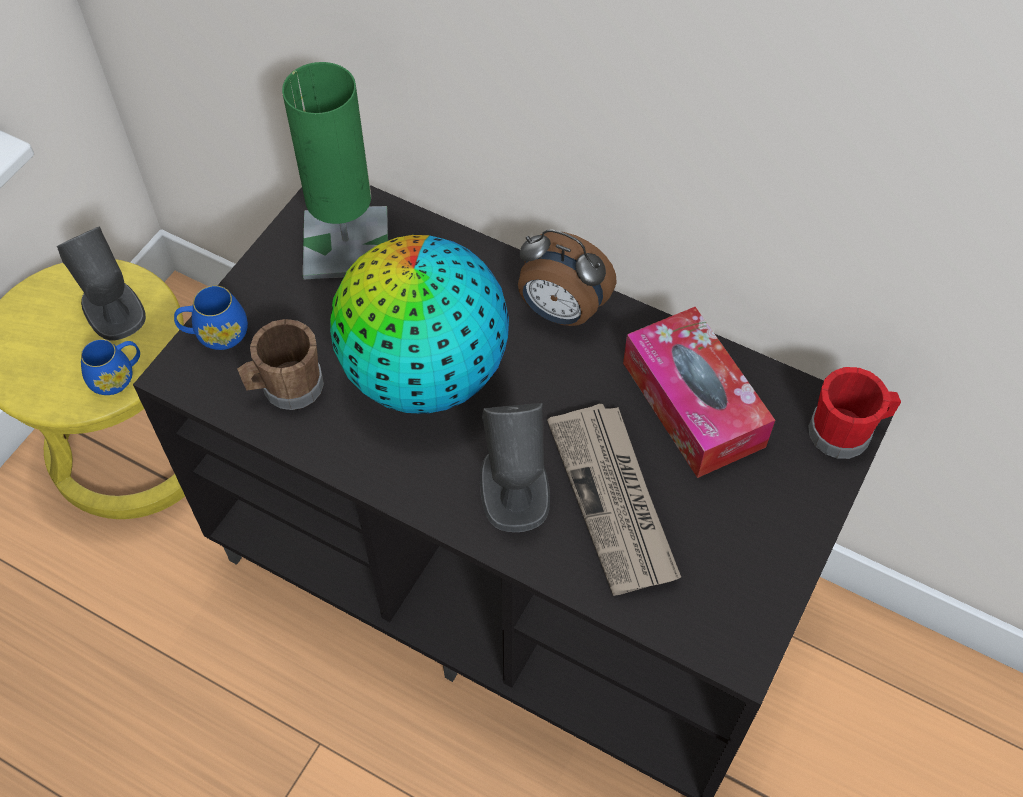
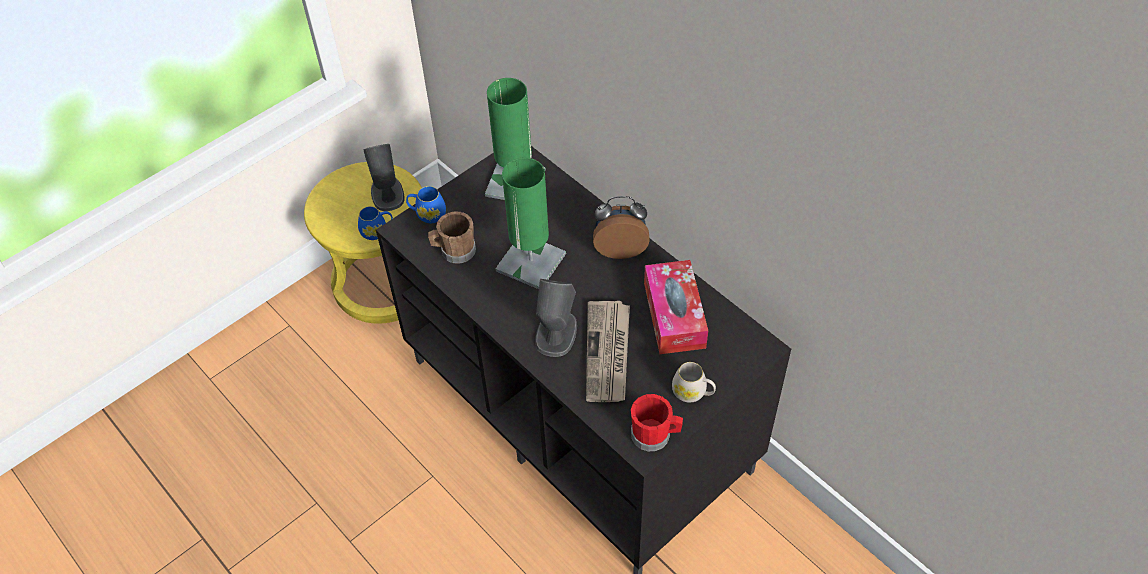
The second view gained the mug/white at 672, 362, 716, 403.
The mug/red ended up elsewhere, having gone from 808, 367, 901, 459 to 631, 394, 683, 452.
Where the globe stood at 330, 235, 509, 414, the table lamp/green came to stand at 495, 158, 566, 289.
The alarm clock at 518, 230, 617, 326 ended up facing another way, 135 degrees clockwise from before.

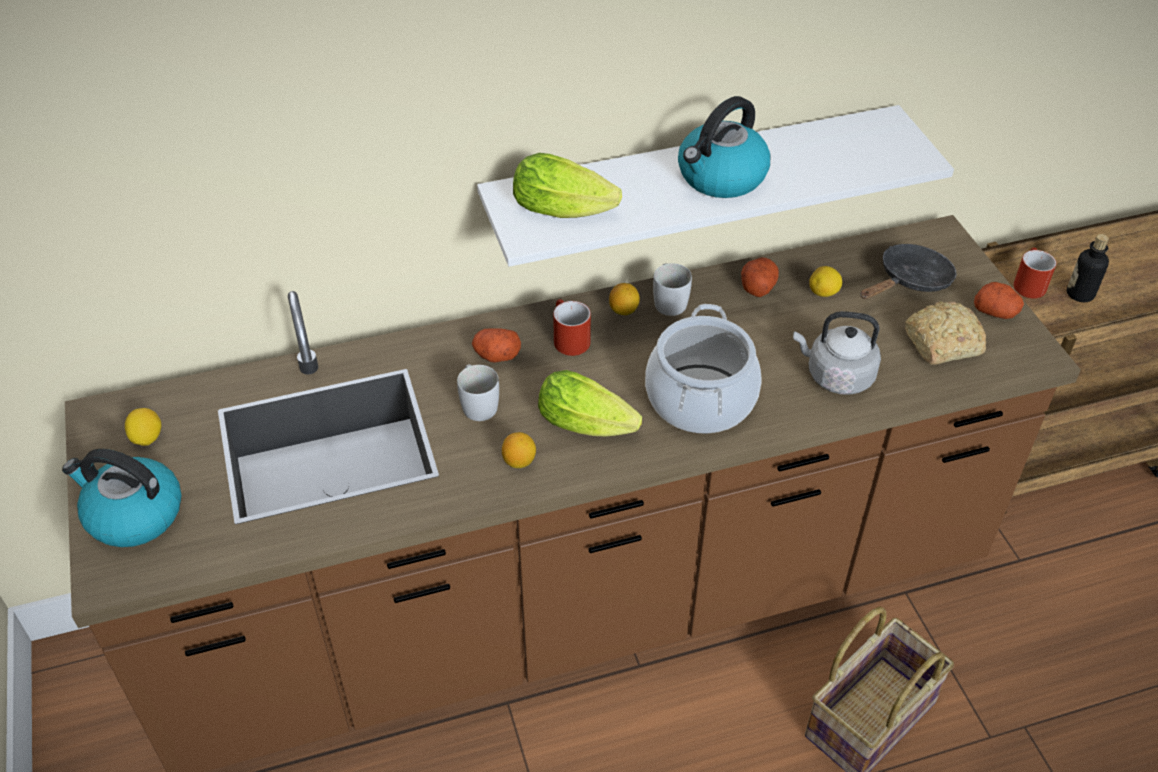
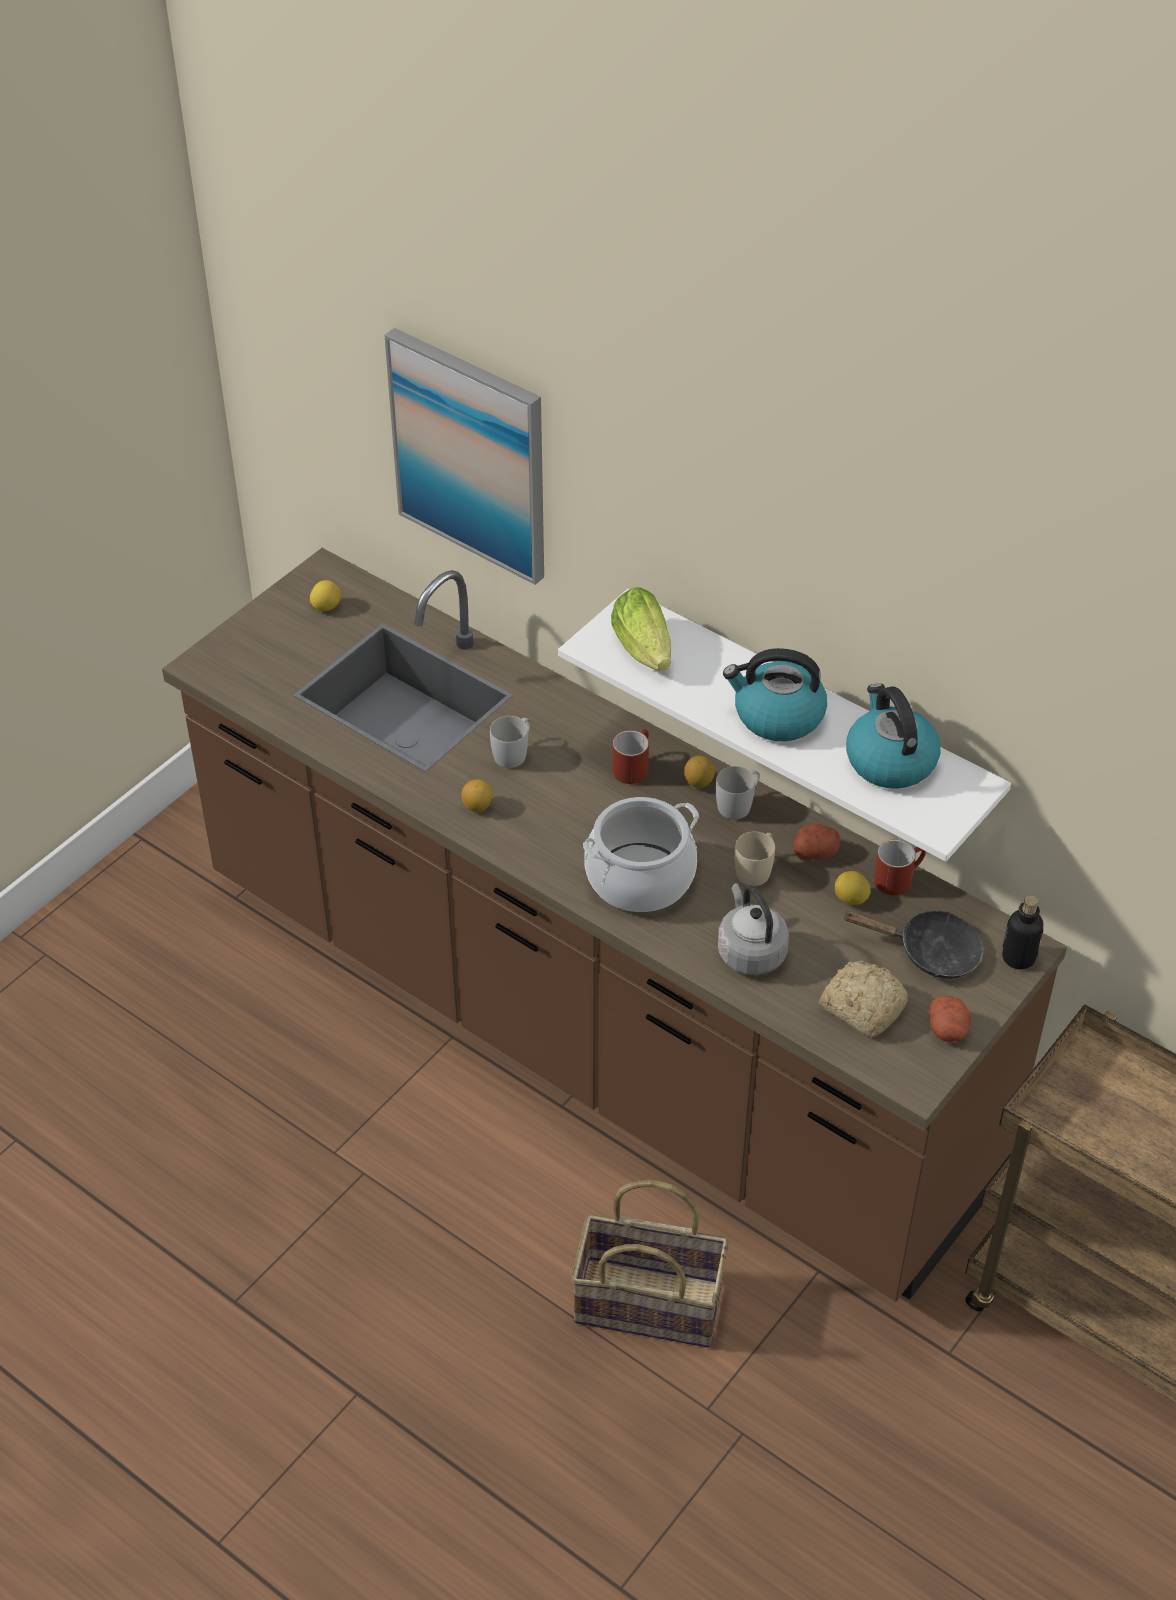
The second view lost the potato at 472, 329, 521, 362.
The second view lost the lettuce at 538, 370, 642, 437.
The second view gained the picture at 385, 328, 544, 585.
The second view gained the mug/beige at 735, 831, 775, 886.
The kettle ended up elsewhere, having gone from 62, 449, 181, 547 to 846, 683, 940, 789.
The mug/red ended up elsewhere, having gone from 1013, 248, 1056, 299 to 874, 839, 926, 895.
The bottle ended up elsewhere, having gone from 1067, 234, 1109, 302 to 1002, 896, 1043, 969.

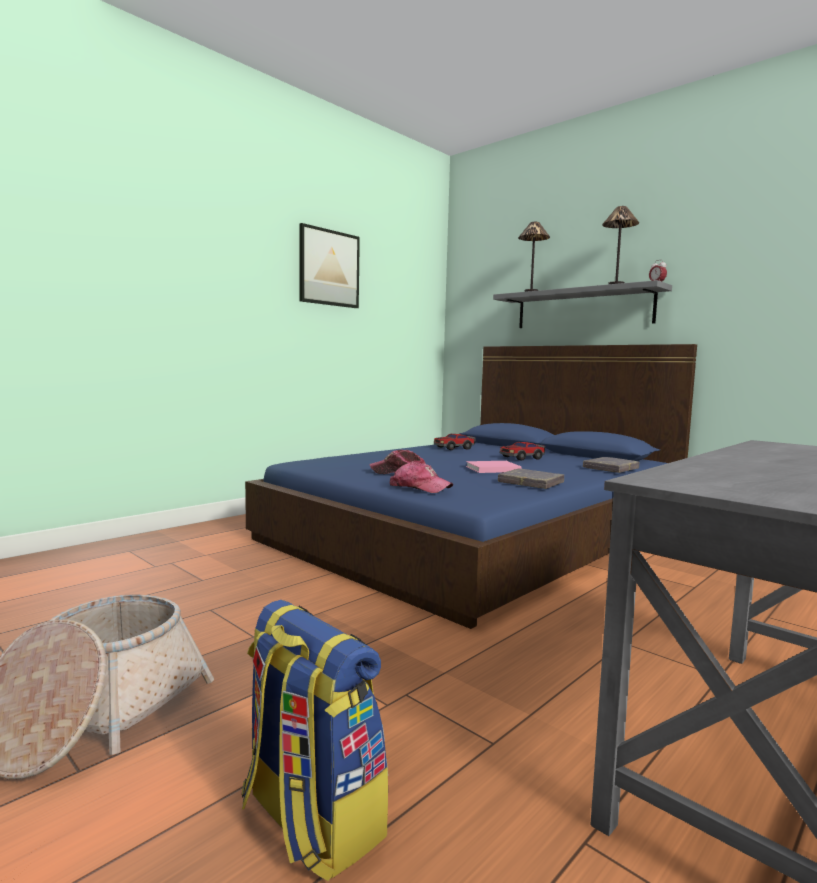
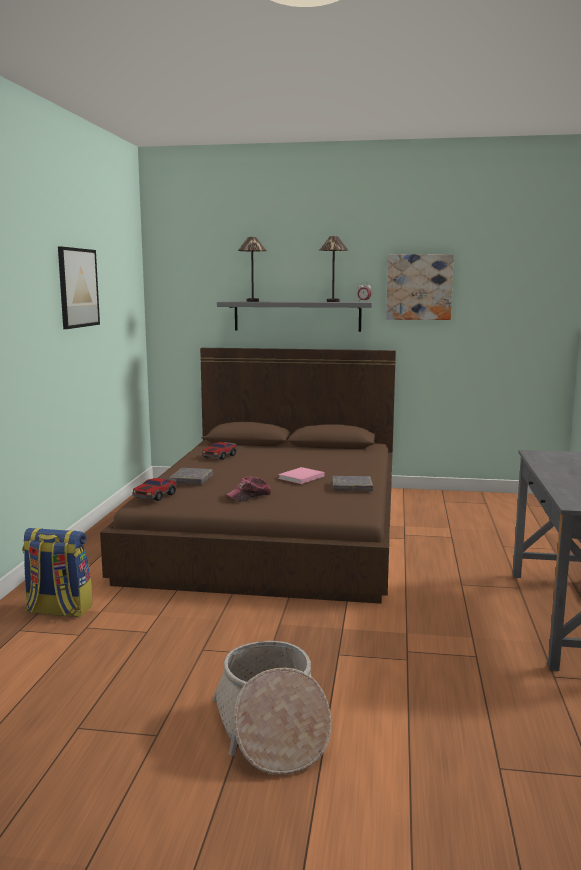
The second view lost the cap at 390, 461, 453, 493.
The second view gained the picture at 386, 254, 454, 320.
The backpack ended up elsewhere, having gone from 241, 600, 388, 881 to 22, 528, 92, 617.
The toy car ended up elsewhere, having gone from 500, 442, 545, 461 to 132, 477, 177, 501.
The book/grey ended up elsewhere, having gone from 583, 457, 640, 473 to 169, 468, 213, 485.
What was the bed/blue at 245, 344, 697, 629 turned into the bed/brown at 100, 348, 396, 604.

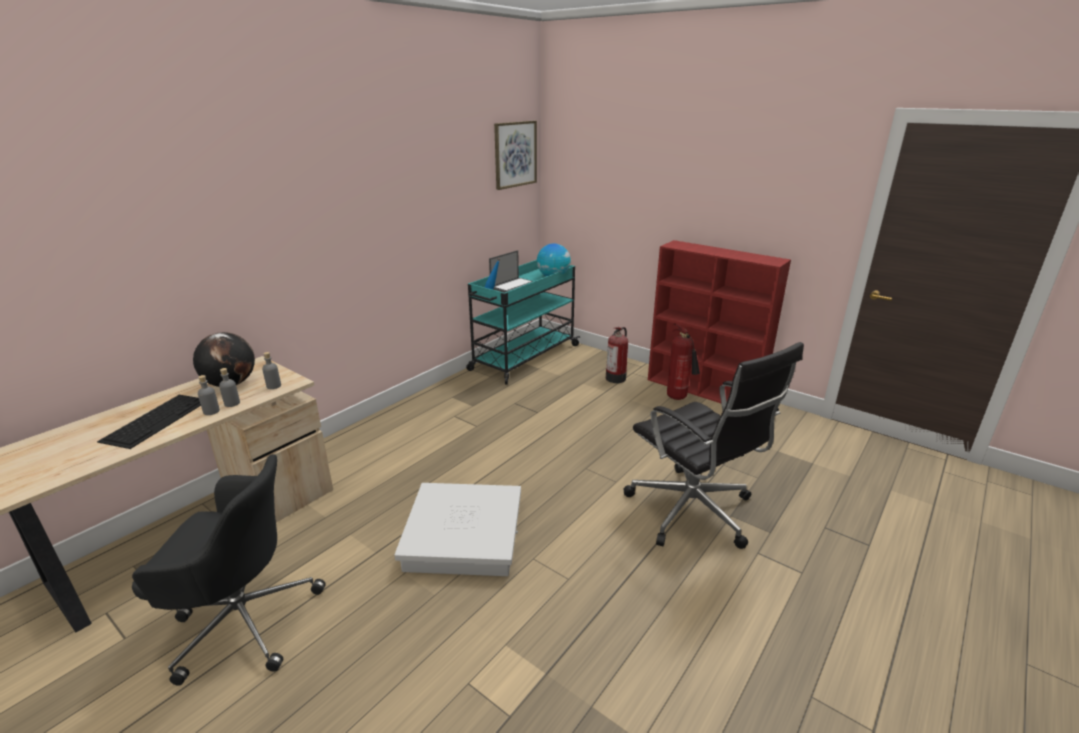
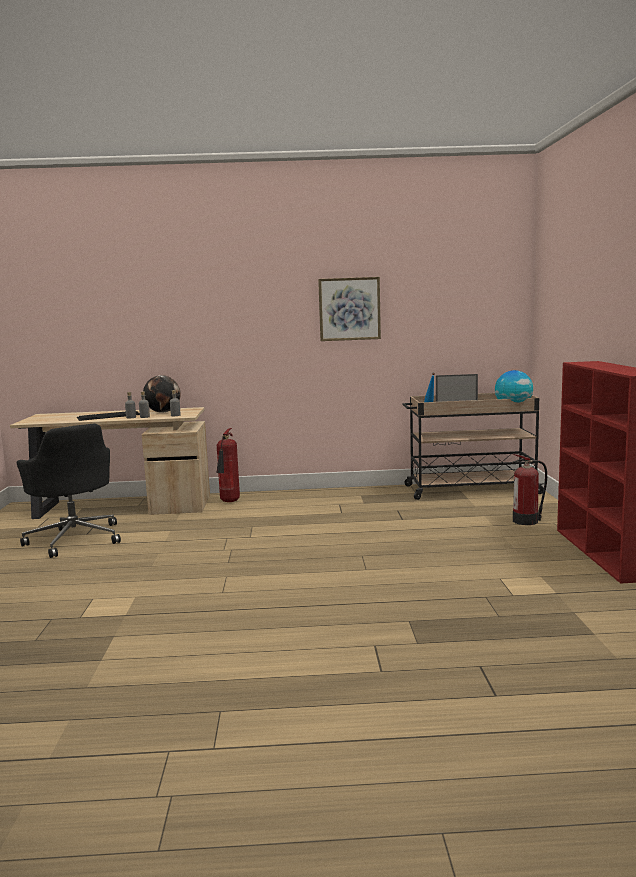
The second view lost the storage box/white at 394, 483, 521, 576.
The second view lost the office chair/black at 624, 342, 804, 549.
The picture ended up elsewhere, having gone from 494, 121, 537, 190 to 318, 277, 381, 341.
The fire extinguisher ended up elsewhere, having gone from 667, 323, 700, 400 to 216, 428, 240, 502.
What was the cart/turquoise at 466, 260, 580, 385 turned into the cart/beige at 403, 393, 545, 500.

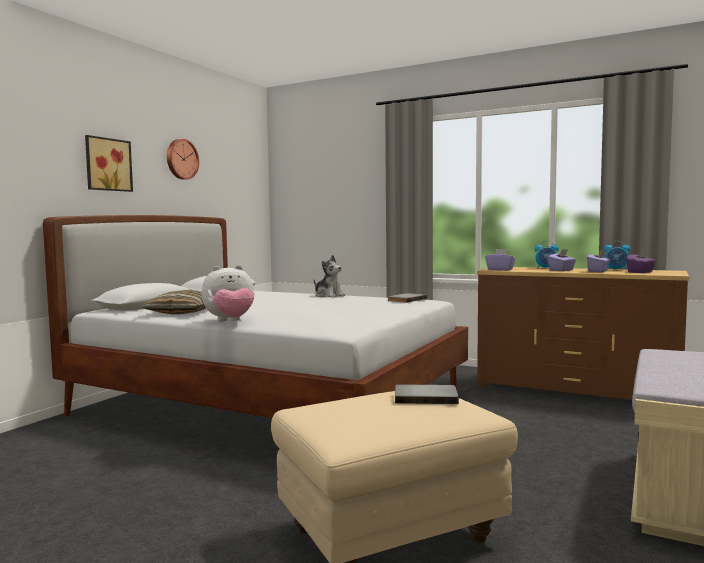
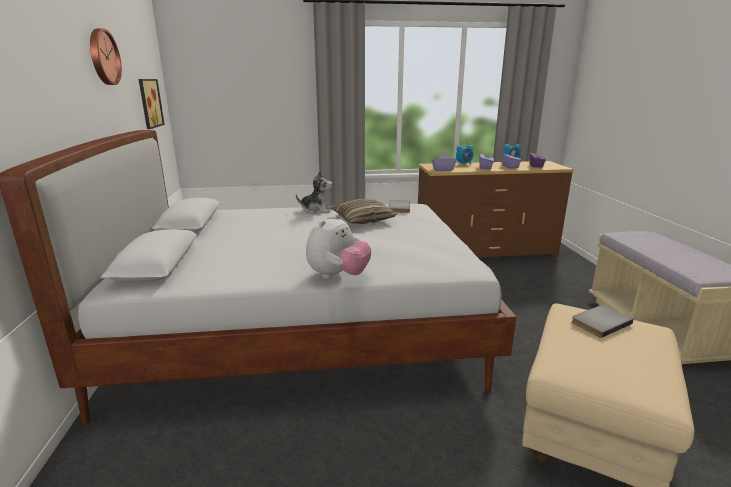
The picture ended up elsewhere, having gone from 85, 135, 133, 192 to 139, 79, 165, 129.
The pillow ended up elsewhere, having gone from 141, 290, 206, 315 to 331, 199, 397, 224.

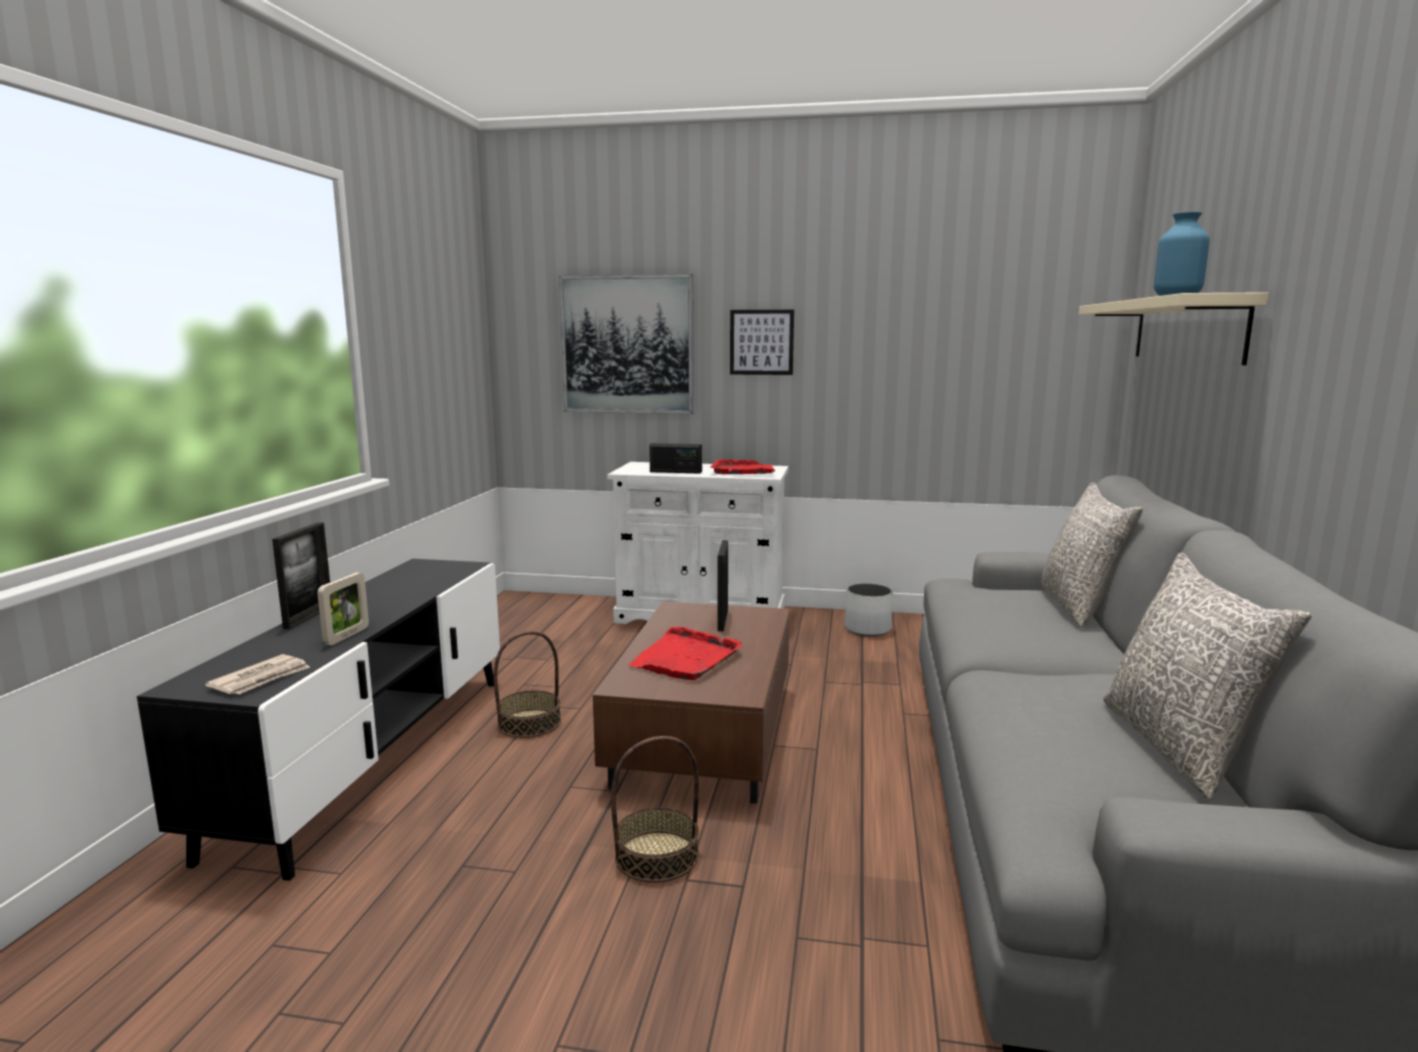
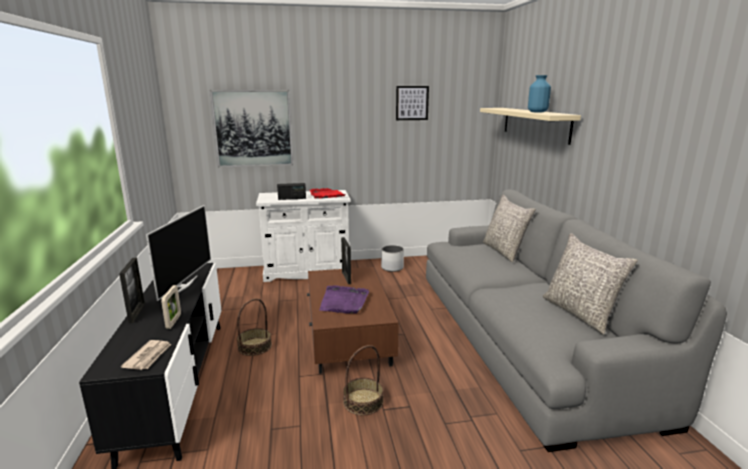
The second view gained the television at 146, 205, 211, 301.
The picture ended up elsewhere, having gone from 730, 310, 794, 375 to 396, 86, 429, 120.
What was the tray/red at 628, 627, 742, 680 turned into the tray/purple at 319, 285, 369, 314.

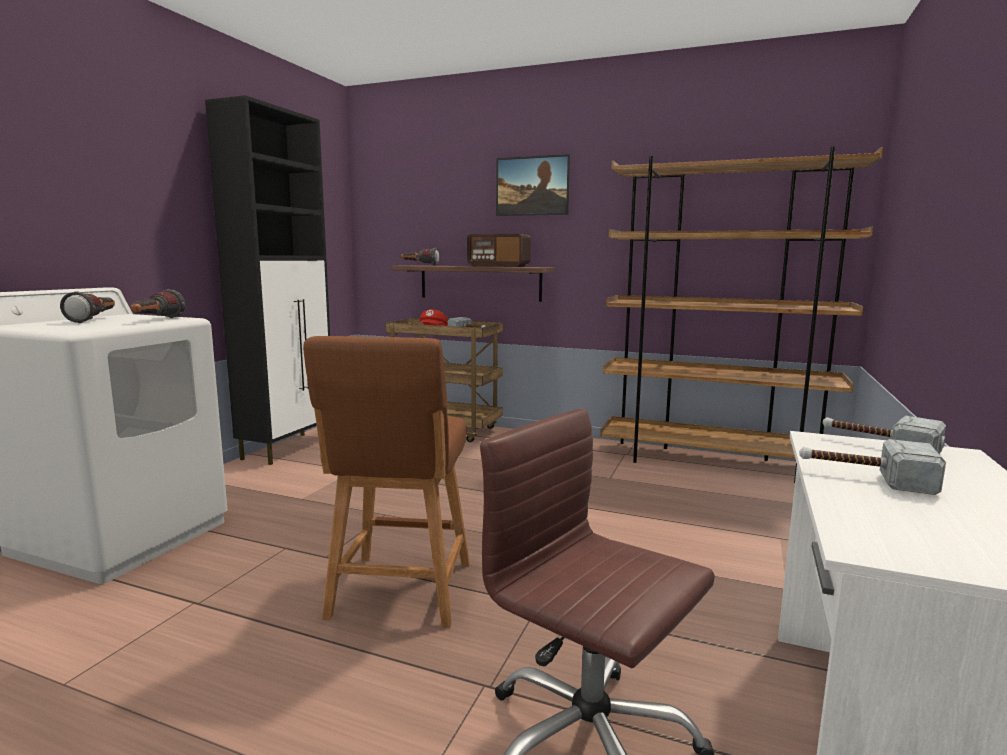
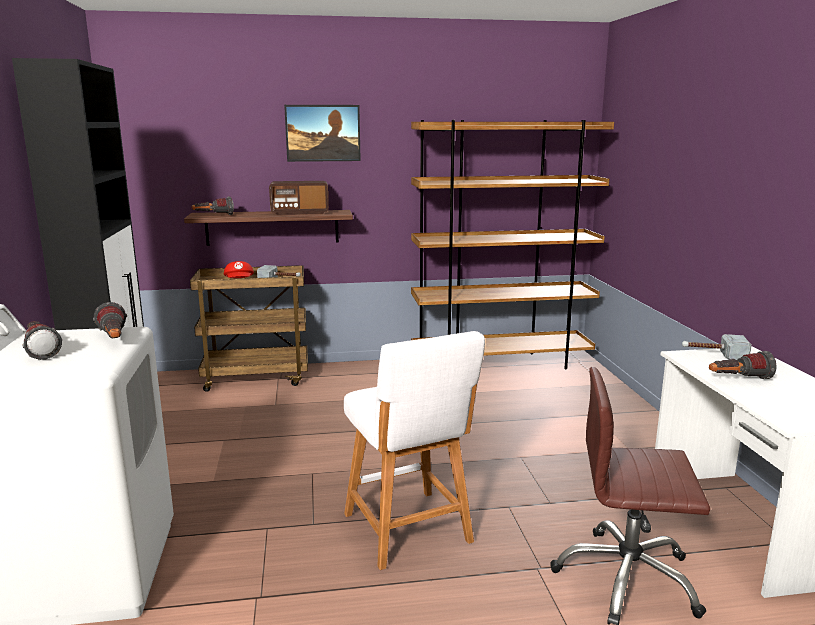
Where the hammer stood at 799, 439, 946, 495, the flashlight came to stand at 709, 351, 777, 379.
What was the stool/brown at 303, 336, 470, 628 turned into the stool/white at 344, 331, 485, 570.

